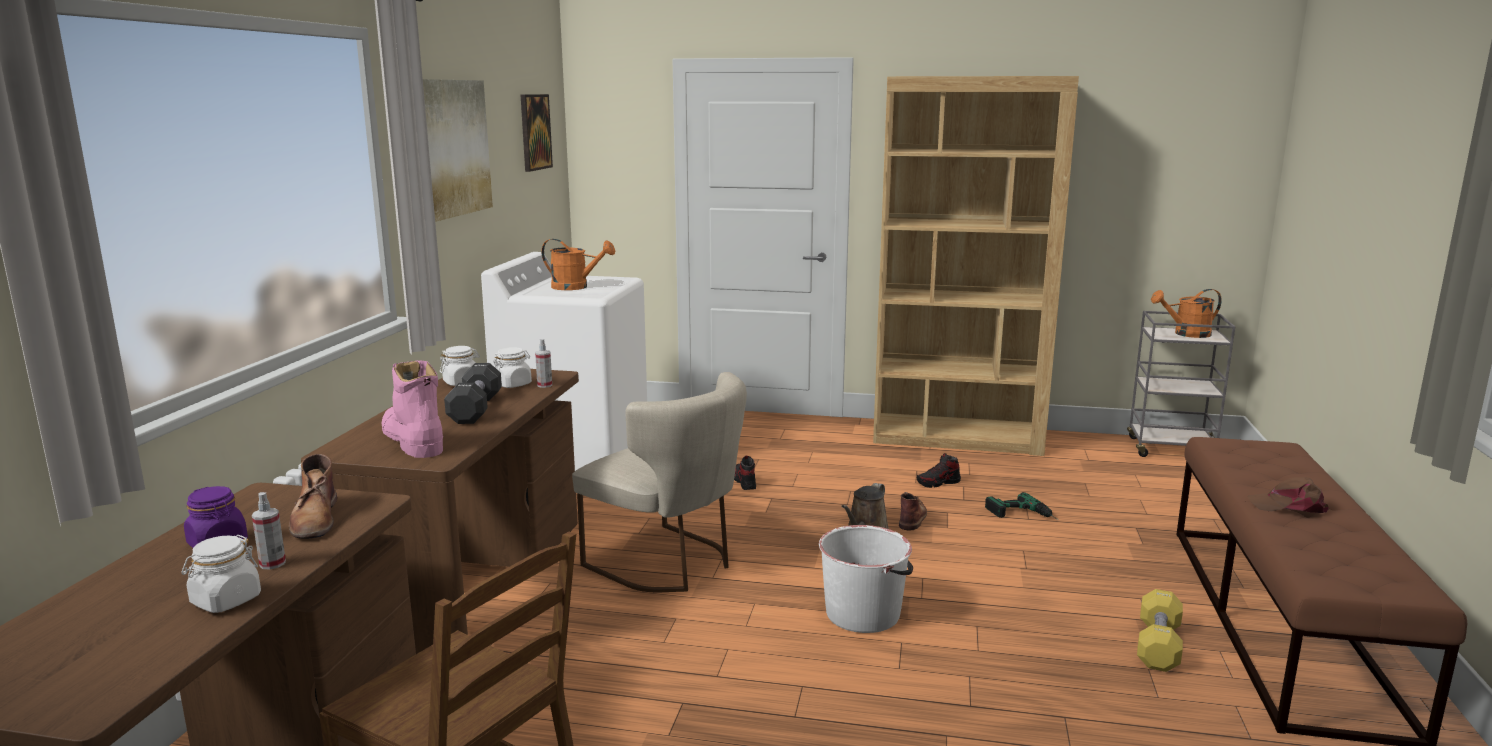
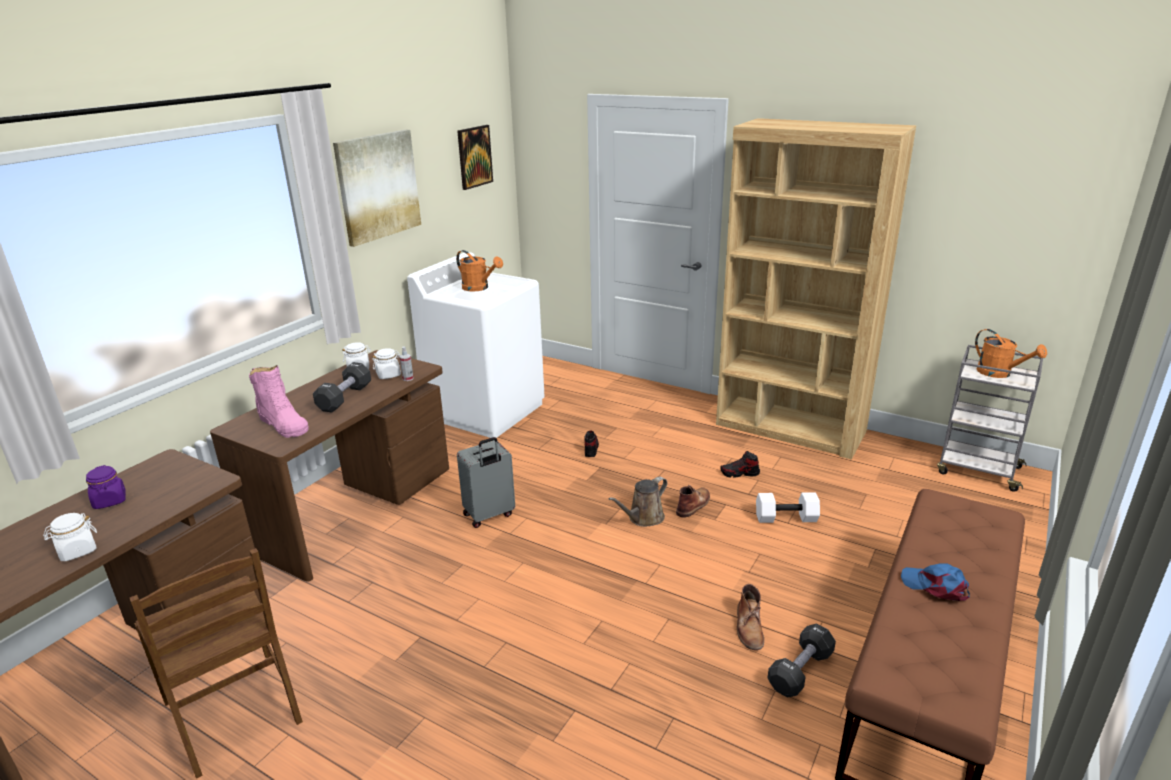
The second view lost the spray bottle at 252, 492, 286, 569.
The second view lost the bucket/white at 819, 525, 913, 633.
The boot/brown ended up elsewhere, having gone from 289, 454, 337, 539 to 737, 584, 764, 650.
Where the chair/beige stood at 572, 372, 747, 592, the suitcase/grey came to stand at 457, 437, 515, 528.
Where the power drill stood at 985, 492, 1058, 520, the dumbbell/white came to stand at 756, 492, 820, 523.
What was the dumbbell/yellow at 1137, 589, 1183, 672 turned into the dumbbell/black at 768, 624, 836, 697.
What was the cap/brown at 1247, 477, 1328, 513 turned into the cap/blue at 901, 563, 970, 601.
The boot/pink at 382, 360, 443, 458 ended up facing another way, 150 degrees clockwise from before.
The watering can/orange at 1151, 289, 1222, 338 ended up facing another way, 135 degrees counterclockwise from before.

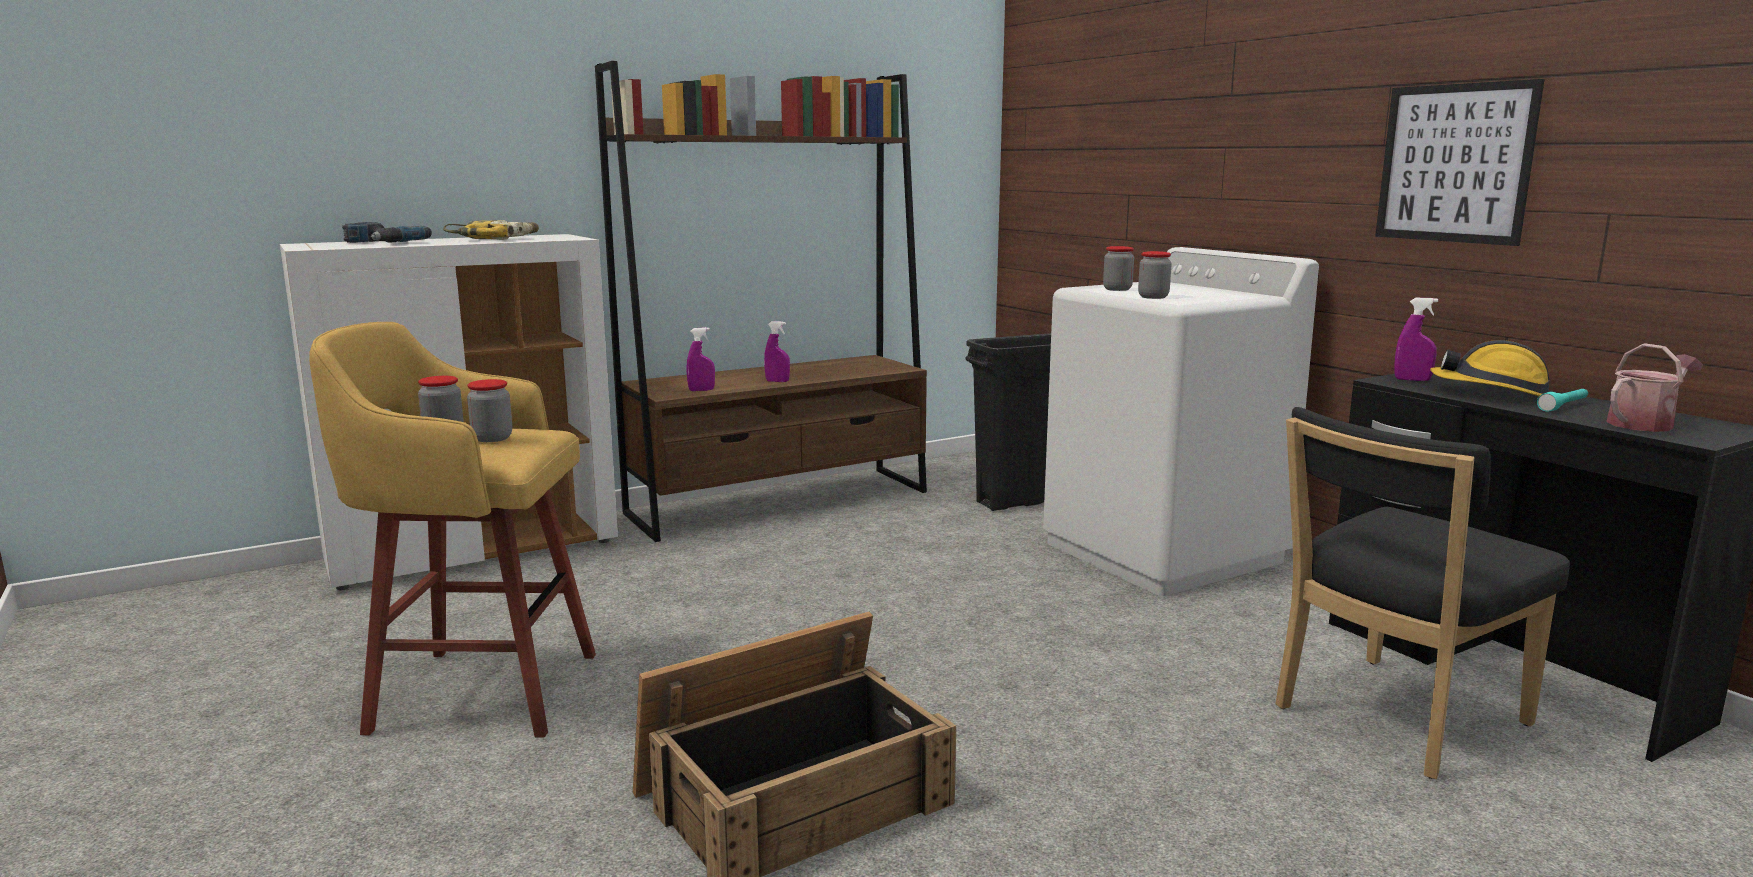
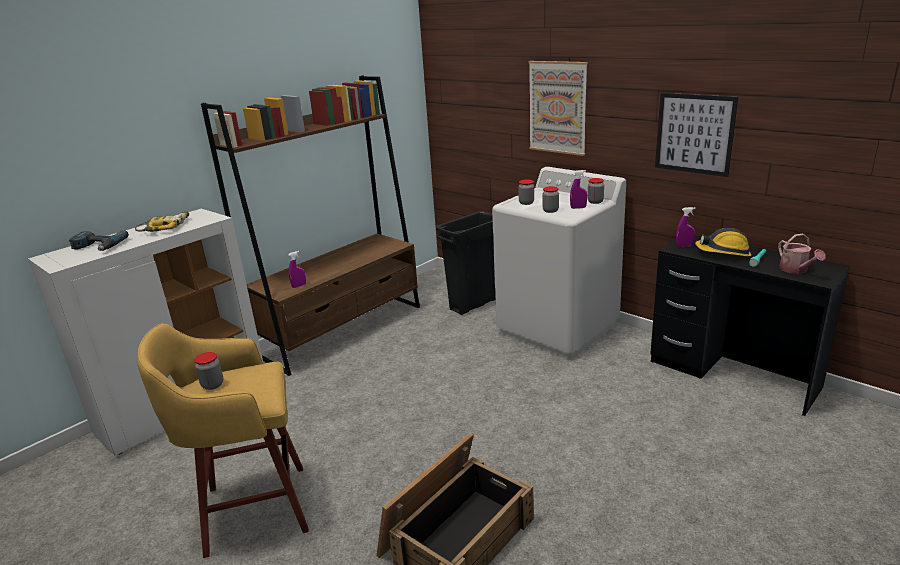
The second view lost the chair/black at 1275, 407, 1570, 779.
The second view gained the picture at 528, 61, 588, 156.
The jar ended up elsewhere, having gone from 467, 379, 512, 442 to 588, 178, 604, 204.
The spray bottle/purple ended up elsewhere, having gone from 764, 321, 790, 382 to 570, 170, 587, 209.
The watering can at 1606, 343, 1703, 432 ended up facing another way, 120 degrees clockwise from before.

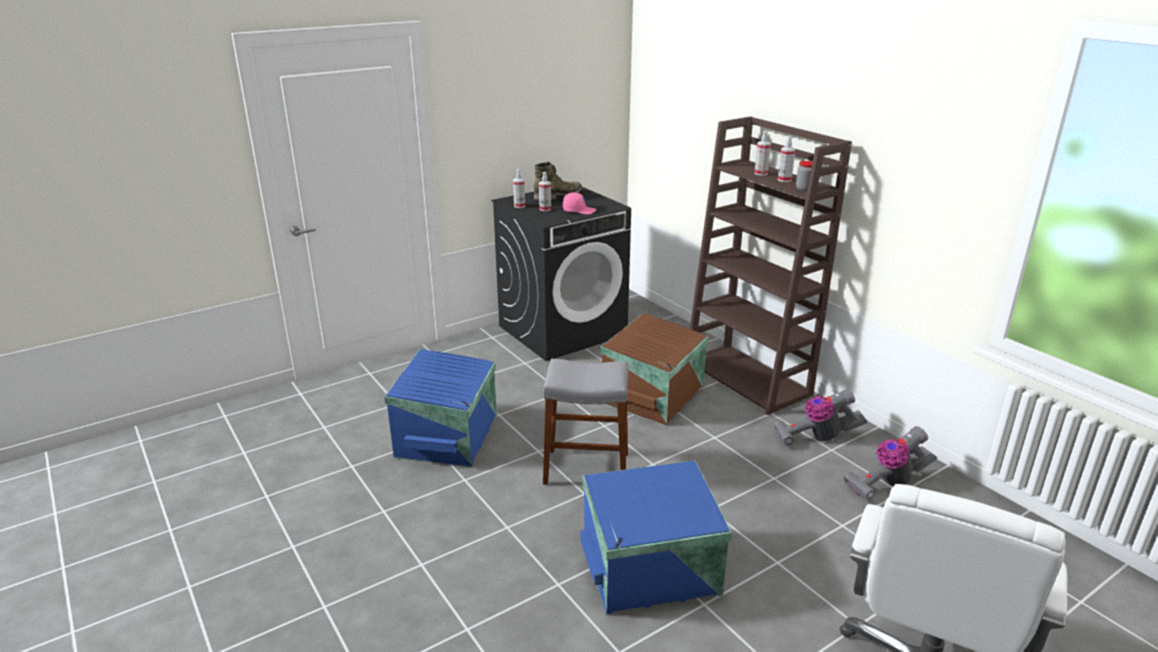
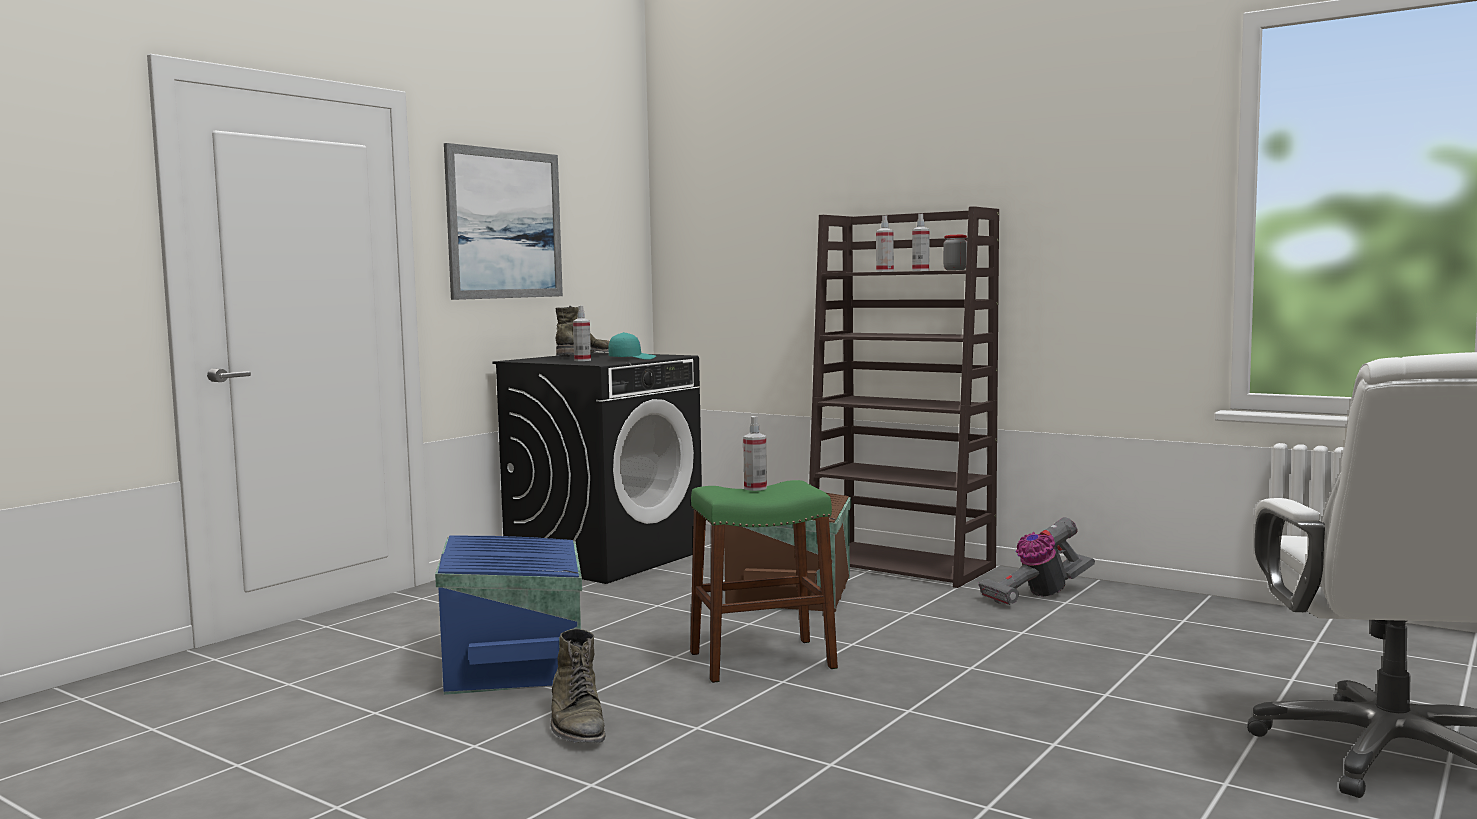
The second view lost the storage box/blue at 581, 460, 732, 615.
The second view lost the vacuum cleaner at 843, 426, 937, 501.
The second view gained the picture at 444, 143, 563, 300.
The second view gained the boot/green at 551, 628, 605, 743.
The spray bottle ended up elsewhere, having gone from 513, 169, 525, 208 to 743, 416, 767, 491.
What was the stool/grey at 543, 359, 628, 485 turned into the stool/green at 690, 480, 838, 683.
What was the cap/pink at 563, 192, 596, 214 turned into the cap/turquoise at 608, 332, 656, 360.

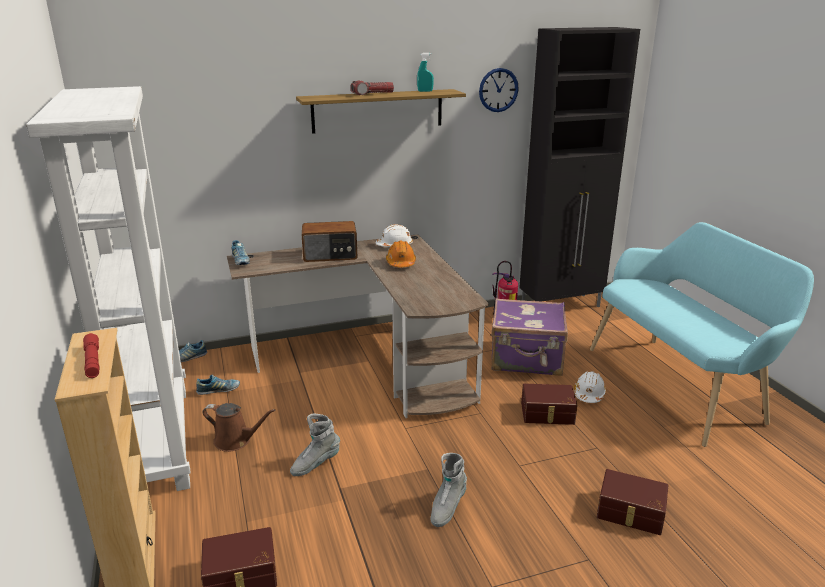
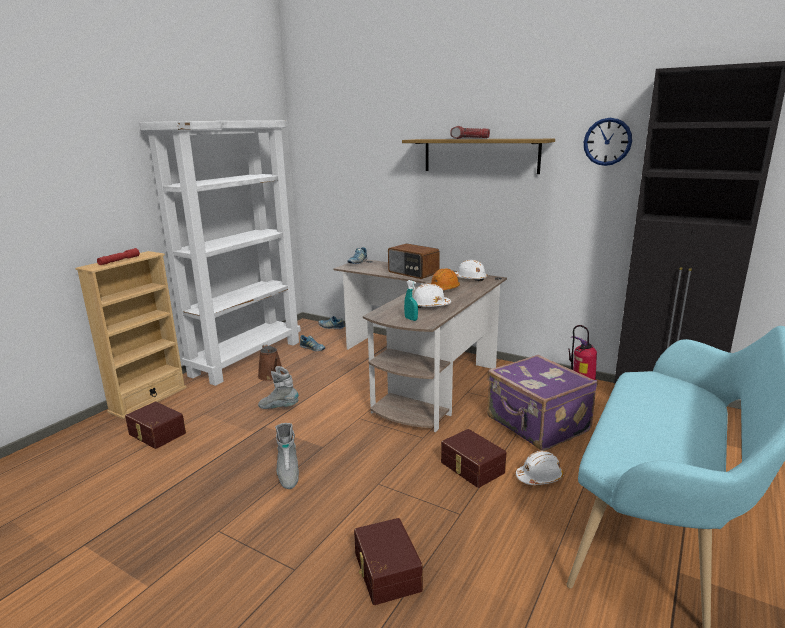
The second view gained the hard hat/white at 413, 284, 451, 308.
The spray bottle/turquoise ended up elsewhere, having gone from 417, 53, 434, 92 to 404, 280, 418, 321.
The boot/grey at 430, 453, 467, 527 ended up facing another way, 90 degrees counterclockwise from before.

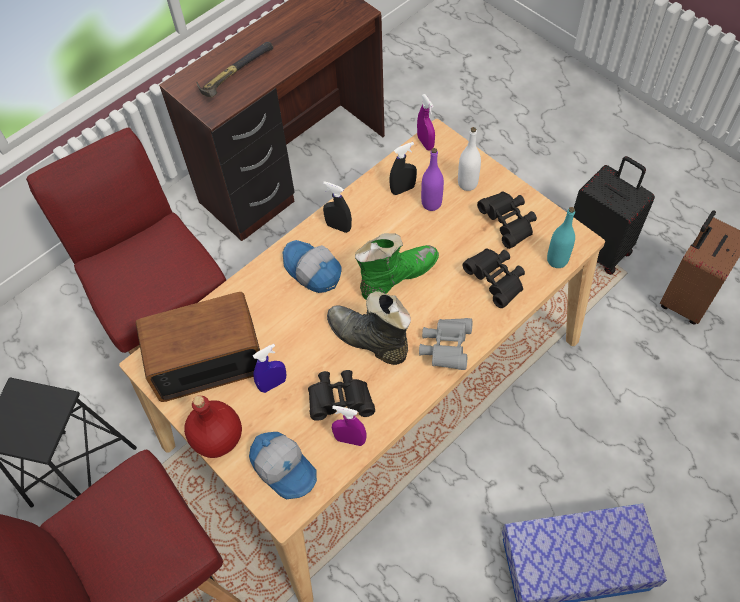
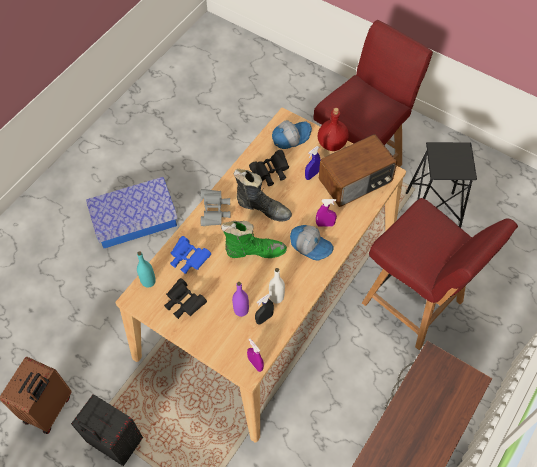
The second view lost the hammer at 196, 42, 273, 97.
The second view lost the spray bottle/black at 323, 181, 352, 233.
The spray bottle/purple ended up elsewhere, having gone from 332, 405, 366, 446 to 316, 199, 337, 227.
The bottle/white ended up elsewhere, having gone from 458, 127, 481, 191 to 269, 268, 285, 304.
What was the binoculars/black at 463, 248, 525, 308 turned into the binoculars/blue at 170, 236, 211, 274.
The cap at 249, 432, 317, 499 ended up facing another way, 120 degrees clockwise from before.
The boot/green at 355, 233, 439, 300 ended up facing another way, 135 degrees counterclockwise from before.

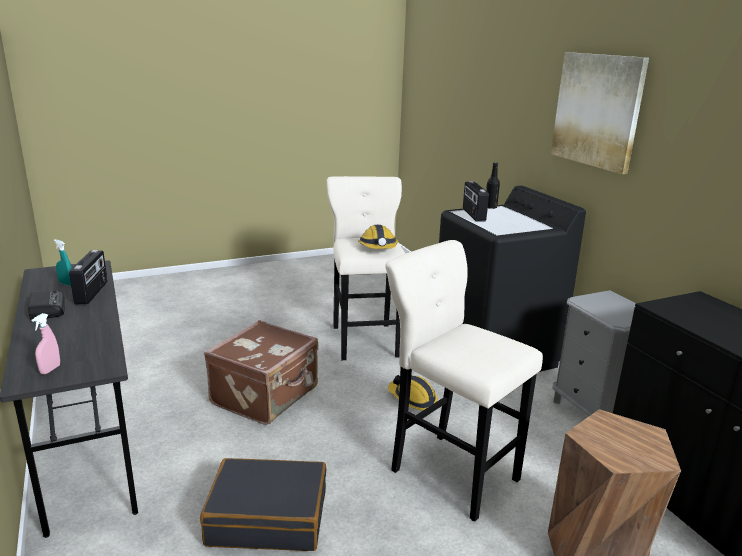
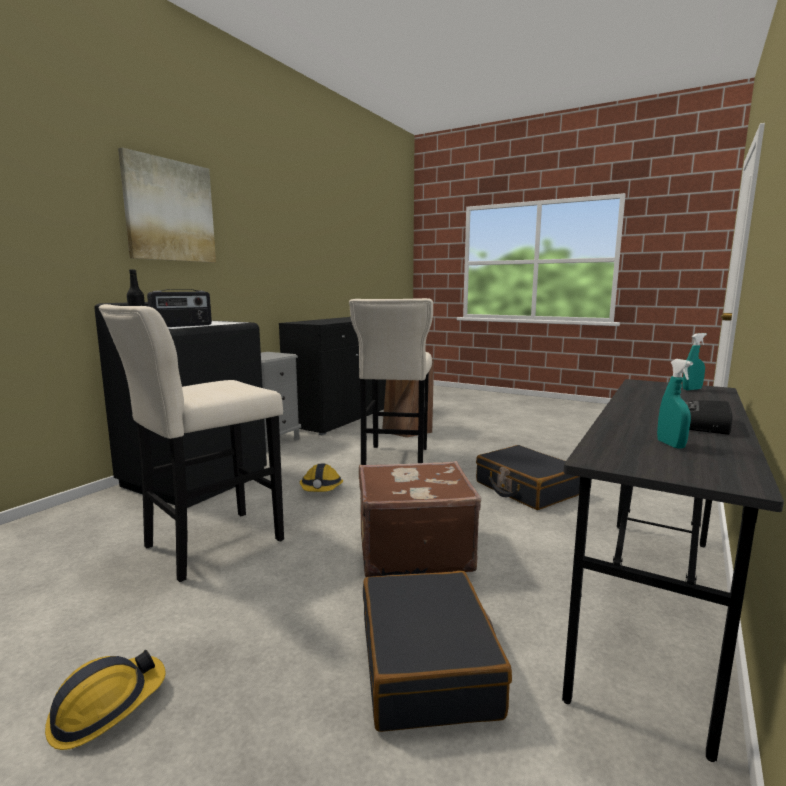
The second view lost the radio at 69, 250, 107, 305.
The second view gained the suitcase/black at 363, 571, 512, 732.
The hard hat ended up elsewhere, having gone from 358, 225, 398, 249 to 45, 650, 166, 750.
What was the spray bottle/pink at 31, 313, 60, 374 turned into the spray bottle/turquoise at 683, 333, 707, 390.

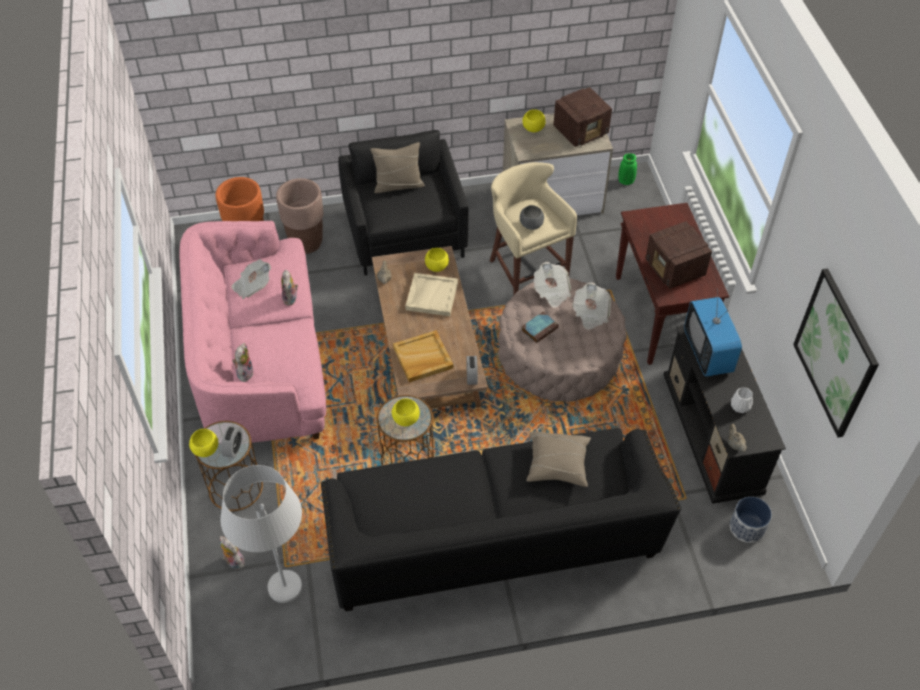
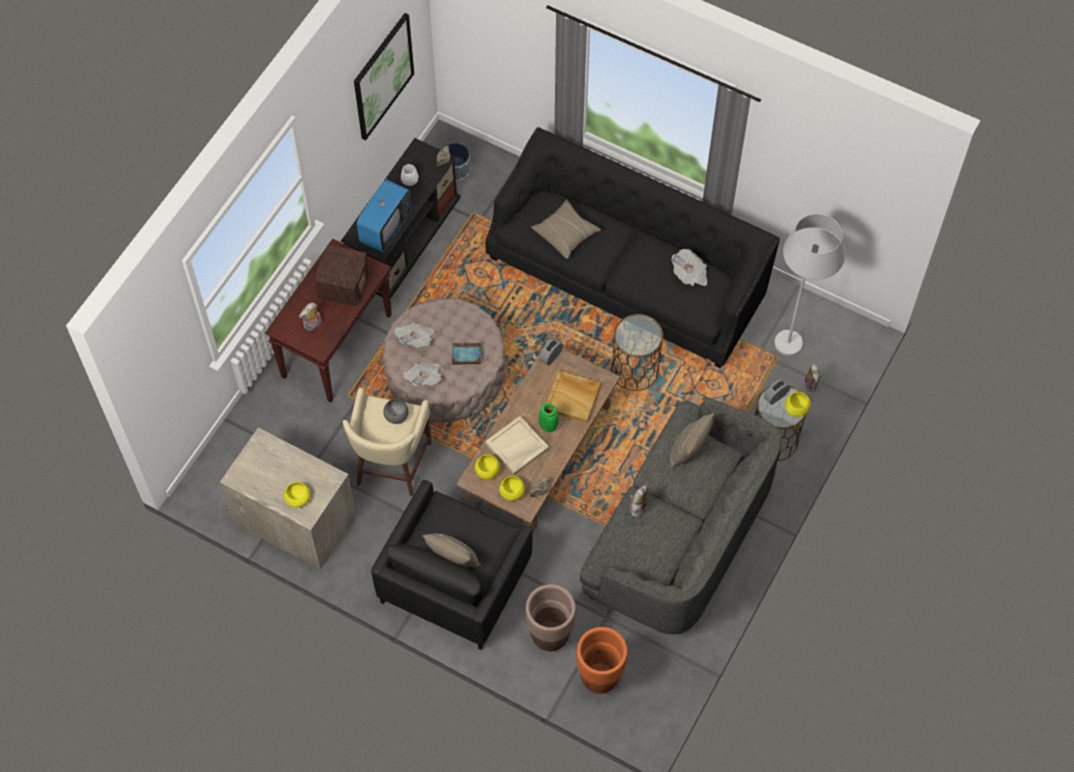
The second view lost the radio at 553, 87, 612, 147.
The second view gained the pillow/beige at 670, 413, 714, 469.
The newspaper ended up elsewhere, having gone from 231, 259, 271, 299 to 672, 249, 707, 286.
The plush toy ended up elsewhere, having gone from 232, 343, 253, 382 to 299, 303, 322, 330.
The bowl/yellow ended up elsewhere, having gone from 392, 398, 420, 426 to 499, 476, 525, 501.
The vase/green ended up elsewhere, having gone from 618, 153, 637, 185 to 539, 404, 558, 432.
What was the sofa/pink at 180, 221, 326, 443 turned into the sofa/grey at 579, 397, 781, 634.

